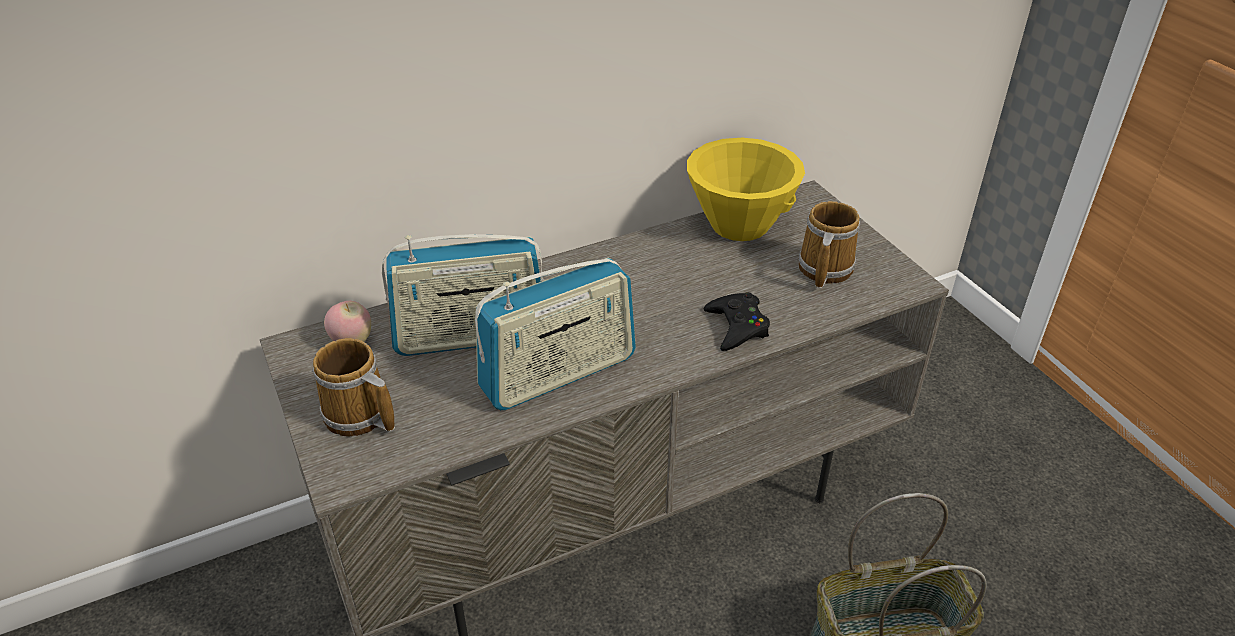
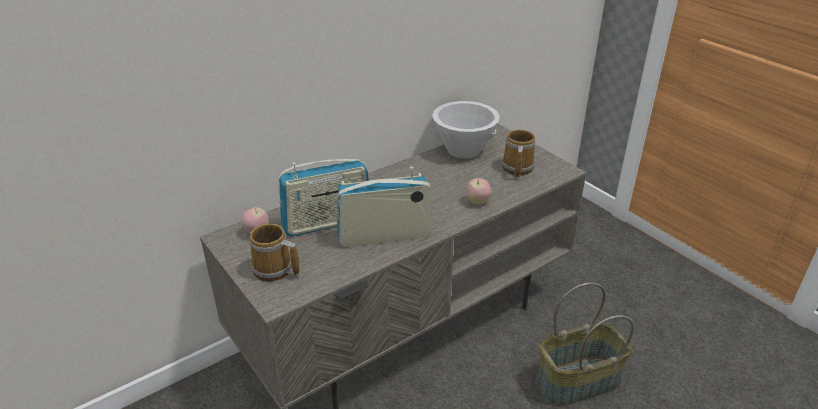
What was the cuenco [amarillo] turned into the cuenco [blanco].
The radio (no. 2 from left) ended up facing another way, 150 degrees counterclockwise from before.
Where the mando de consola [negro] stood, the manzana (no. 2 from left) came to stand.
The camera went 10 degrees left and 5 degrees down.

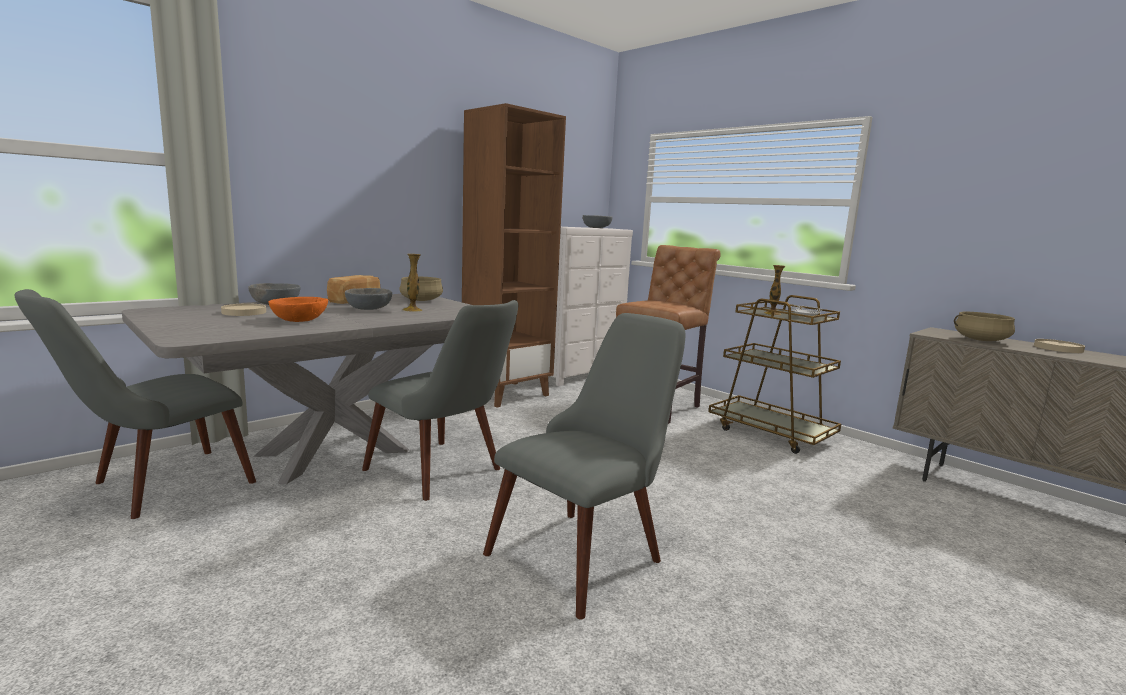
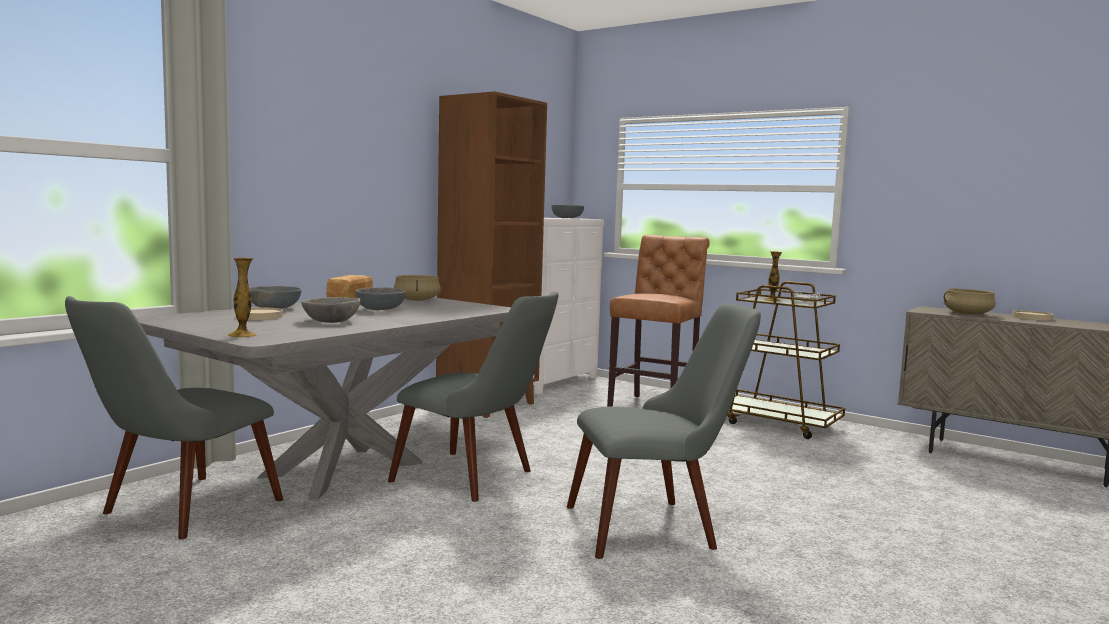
The florero (no. 1 from left) ended up elsewhere.
What was the cuenco [naranja] turned into the cuenco [gris] (no. 2 from left).
The silla [gris] (no. 3 from left) ended up facing another way, 45 degrees clockwise from before.
The camera went 10 degrees left and 5 degrees down.

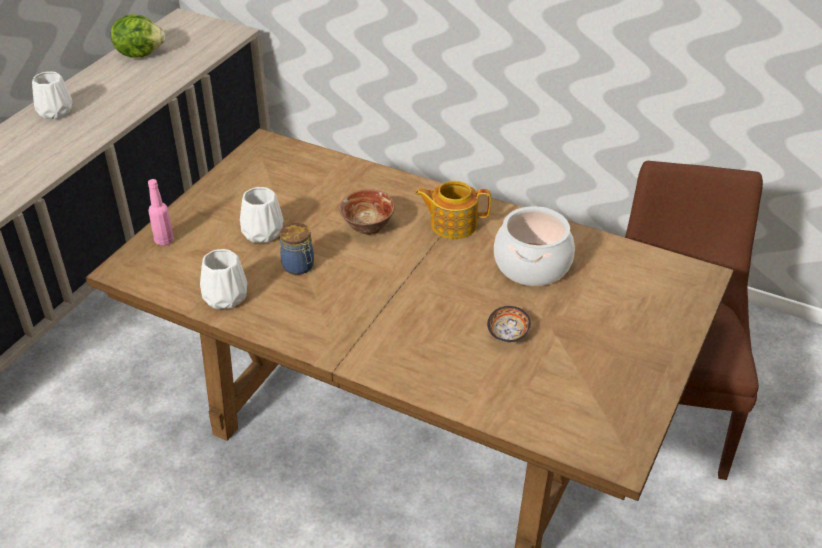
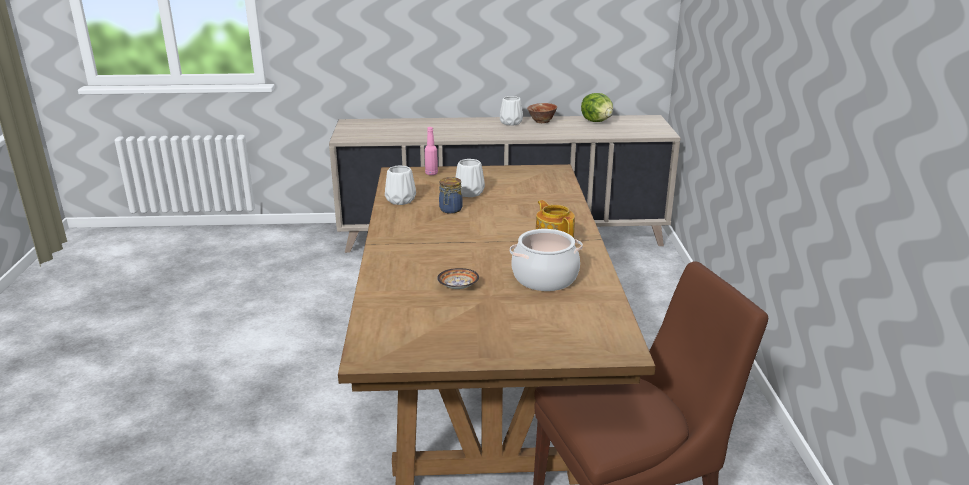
The cuenco (no. 1 from left in the first image) ended up elsewhere.
The camera went 60 degrees right and 15 degrees down.

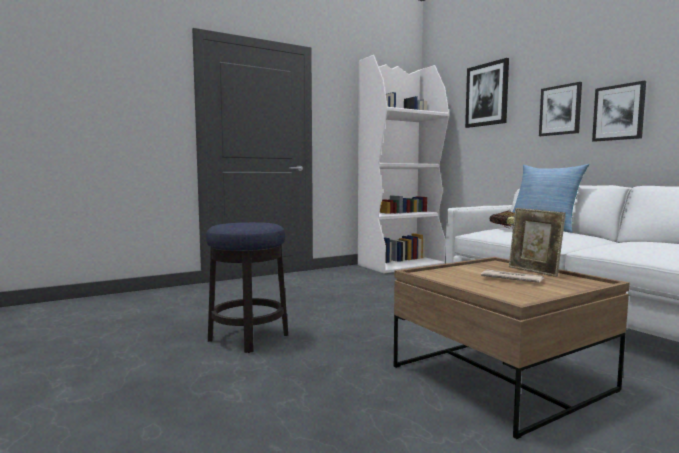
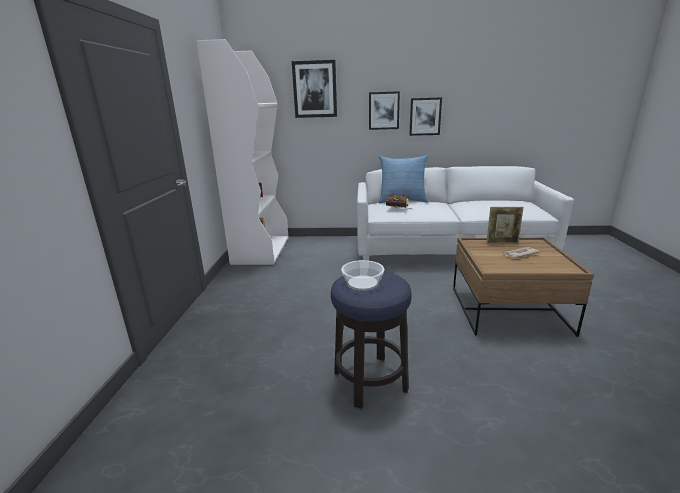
The second view gained the cuenco.
The camera went 55 degrees left and 15 degrees up.

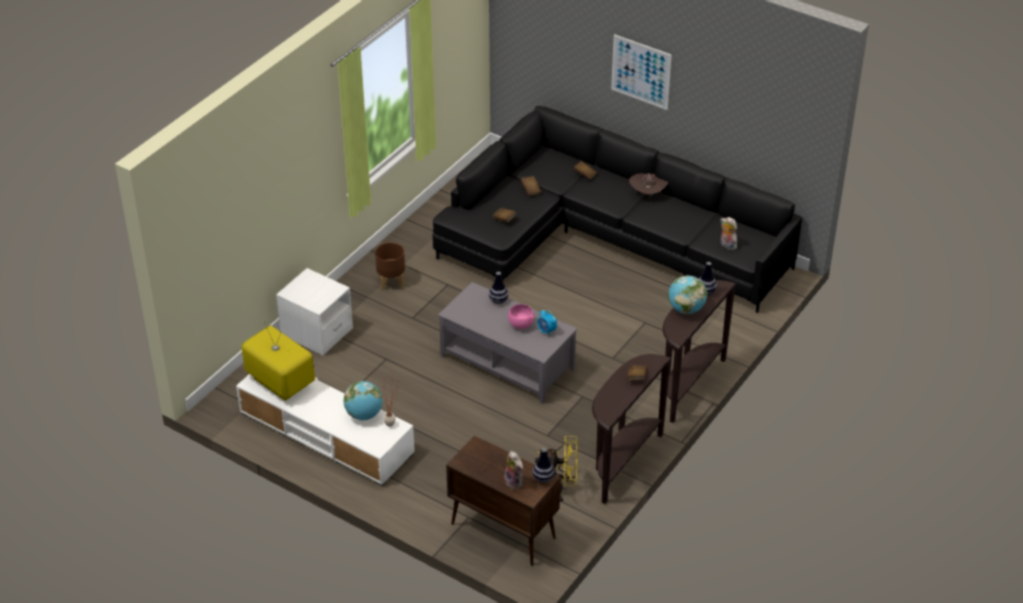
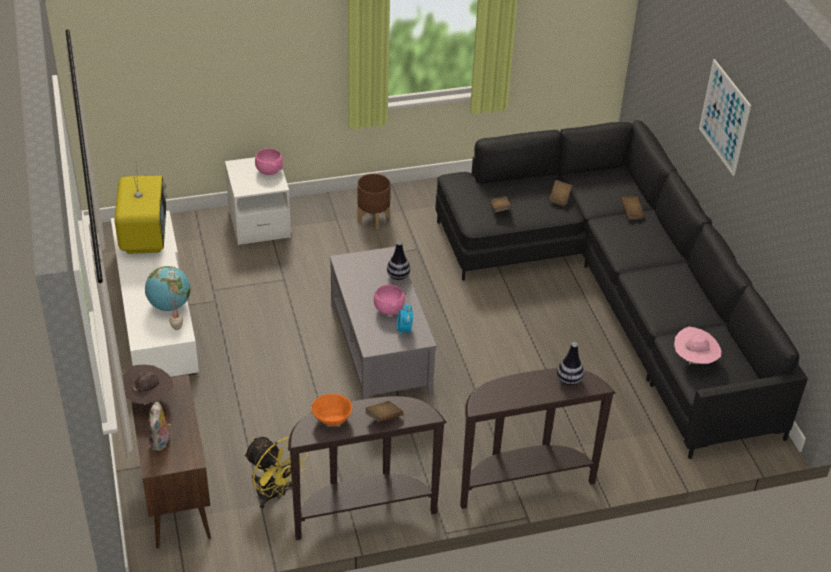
The sombrero [marrón] ended up elsewhere.
Where the peluche (no. 2 from left) stood, the sombrero [rosa] came to stand.
The second view lost the globo terráqueo (no. 2 from left).
The second view lost the florero (no. 2 from left).
The second view gained the cuenco [rosa] (no. 1 from left).
The second view gained the cuenco [naranja].
The camera went 40 degrees right and 0 degrees up.

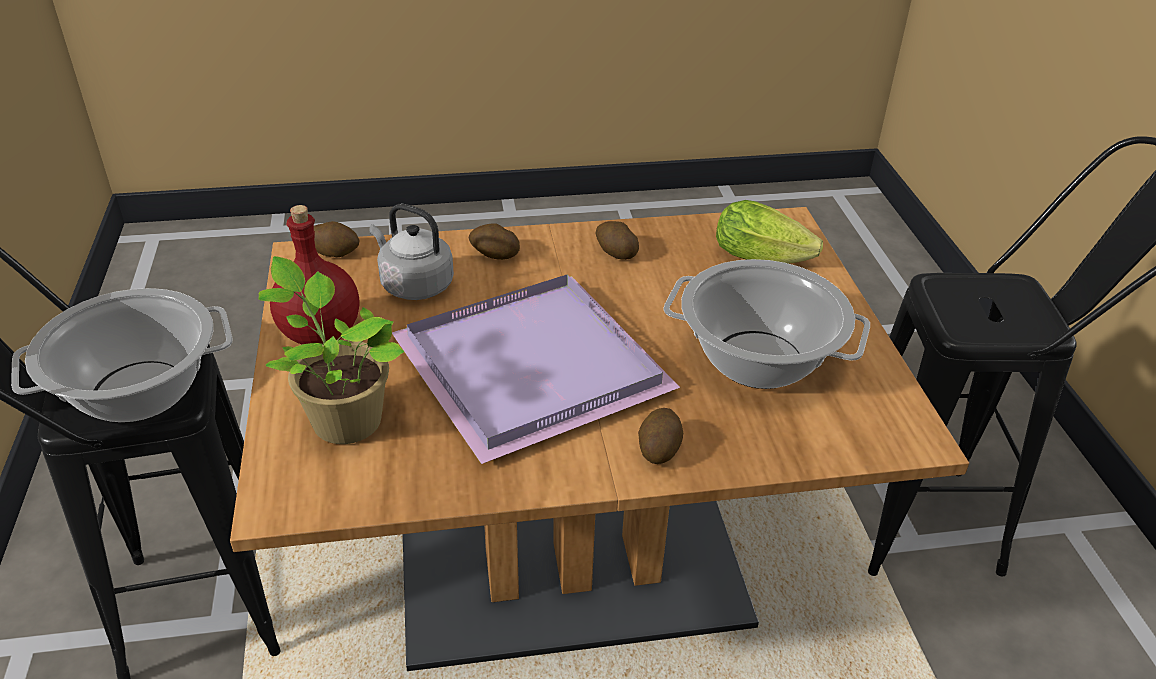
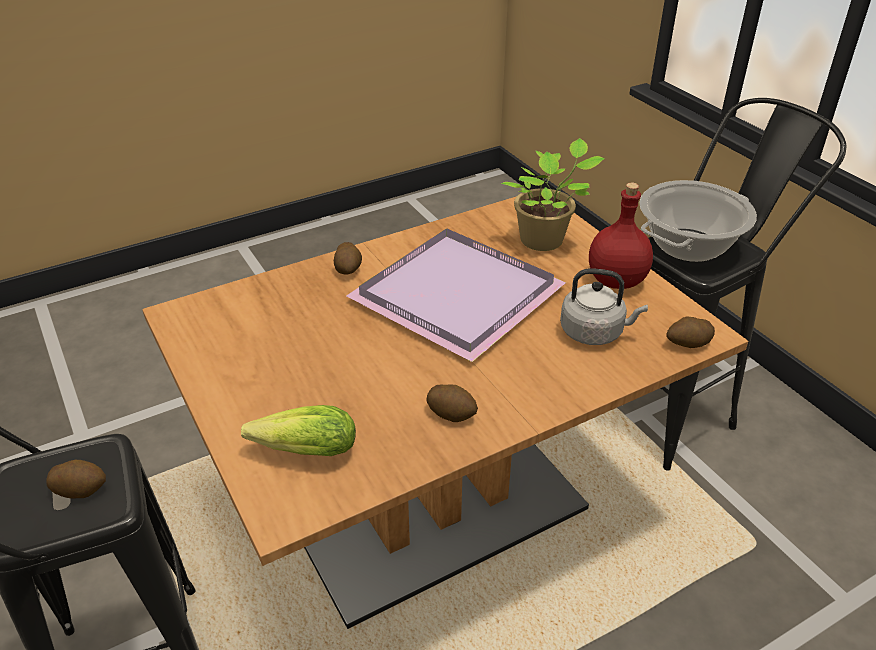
The patata (no. 2 from left in the first image) ended up elsewhere.
The second view lost the olla (no. 2 from left).
The camera went 160 degrees right and 0 degrees up.

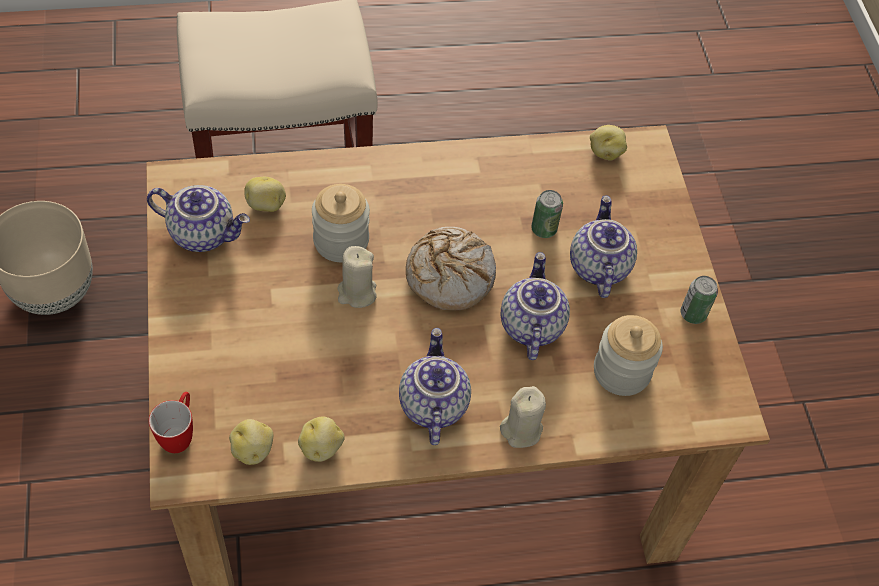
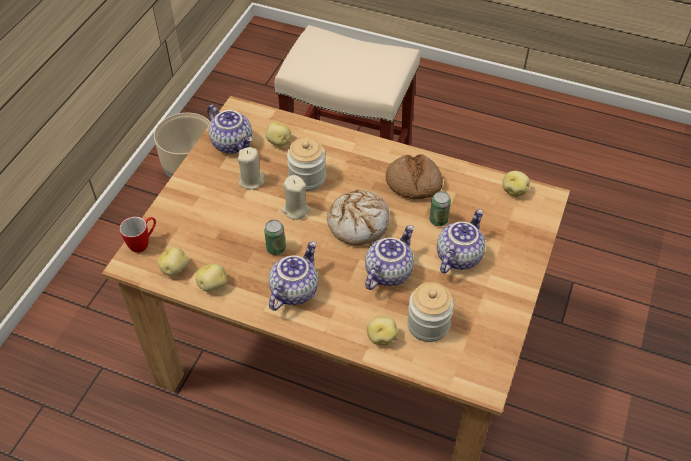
The lata (no. 2 from left in the first image) ended up elsewhere.
The vela [beis] (no. 2 from left in the first image) ended up elsewhere.
The second view gained the pan (no. 2 from left).
The second view gained the patata (no. 4 from left).
The camera went 35 degrees right and 5 degrees down.

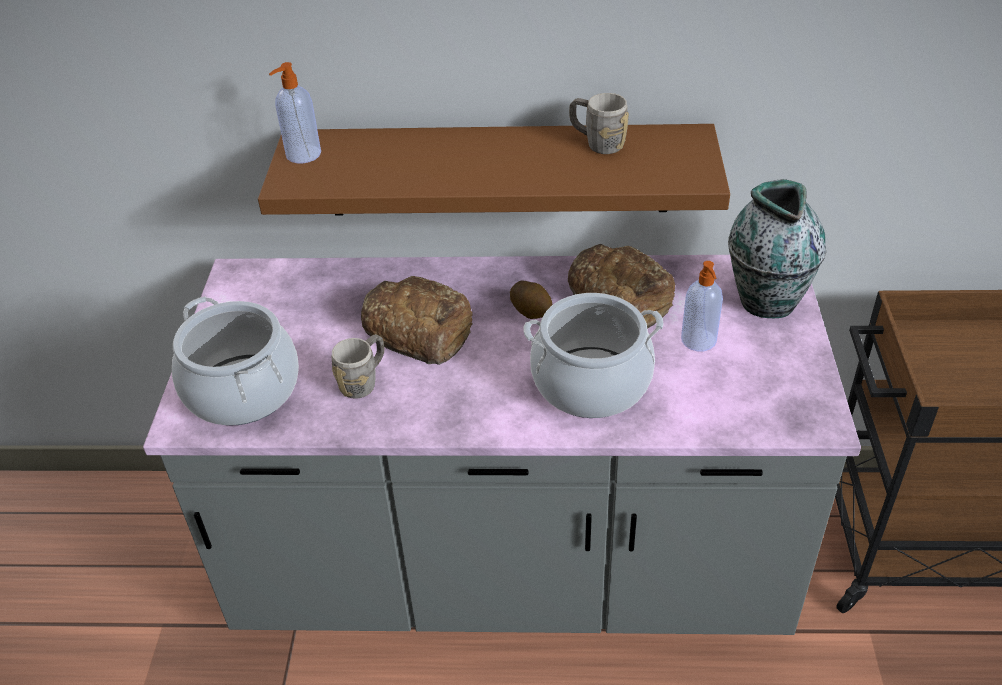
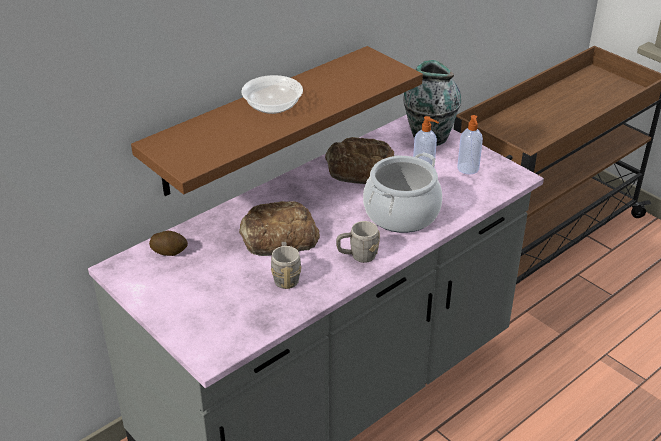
The dispensador de jabón (no. 1 from left in the first image) ended up elsewhere.
The taza grande [gris] (no. 2 from left) ended up elsewhere.
The patata ended up elsewhere.
The second view lost the olla (no. 1 from left).
The second view gained the cuenco.
The camera went 45 degrees left and 5 degrees down.

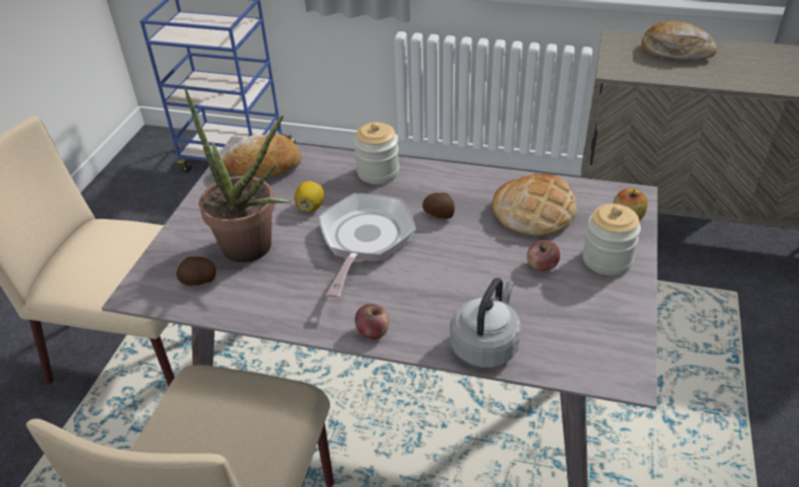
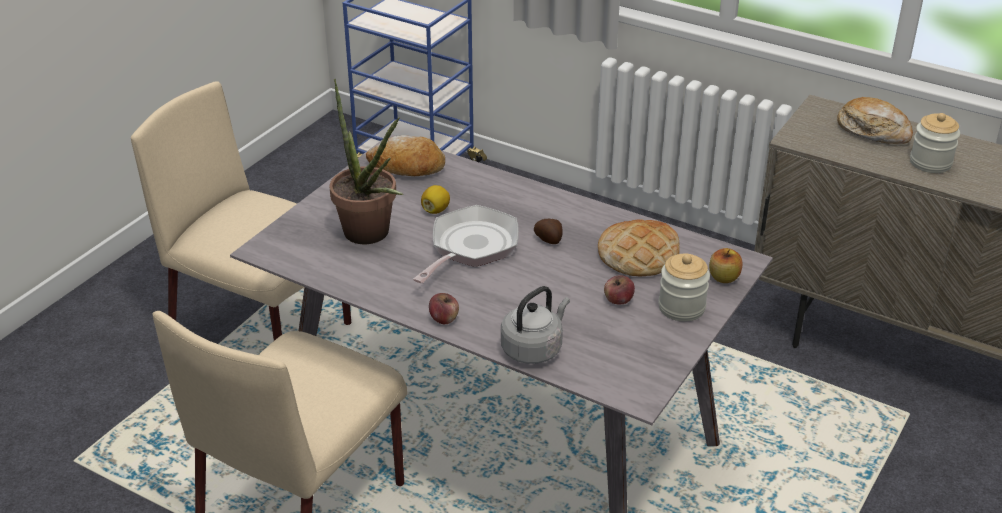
The tarro (no. 1 from left in the first image) ended up elsewhere.
The second view lost the patata (no. 1 from left).
The camera went 15 degrees right and 5 degrees down.

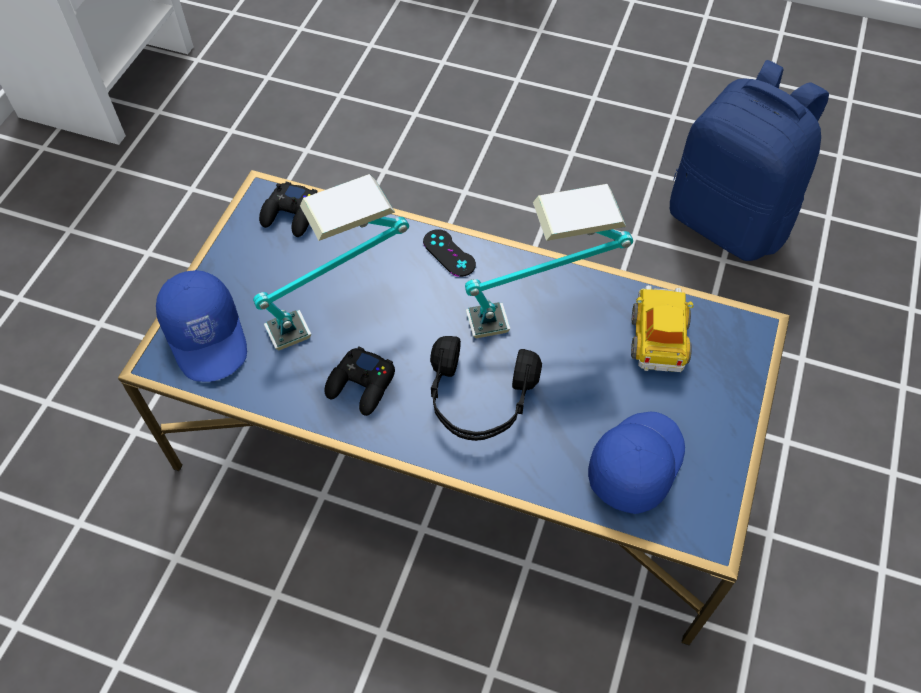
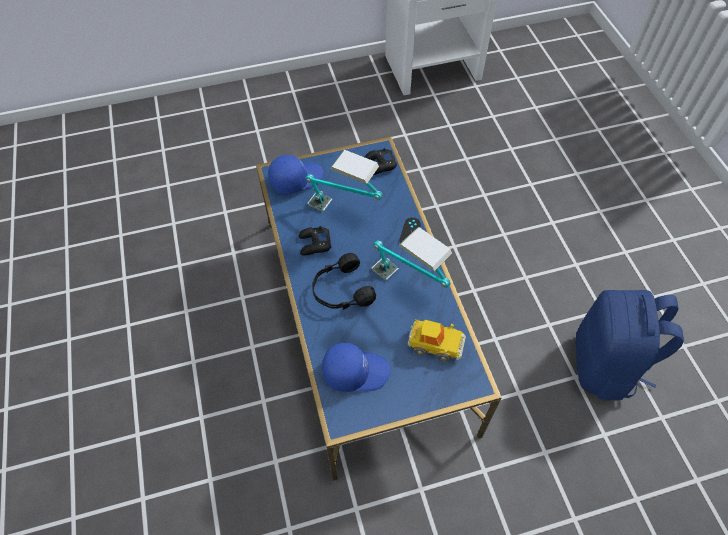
The gorra [azul] (no. 1 from left) ended up facing another way, 150 degrees counterclockwise from before.
The coche de juguete ended up facing another way, 45 degrees clockwise from before.
The camera went 55 degrees right and 0 degrees up.

